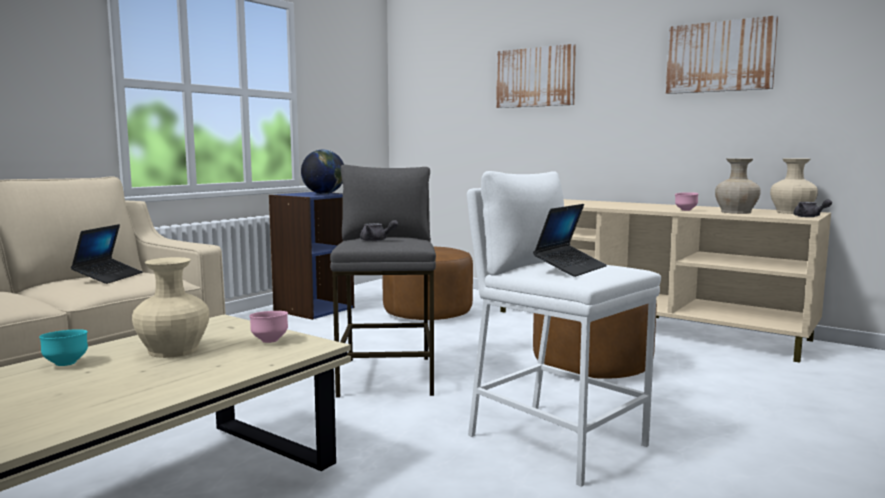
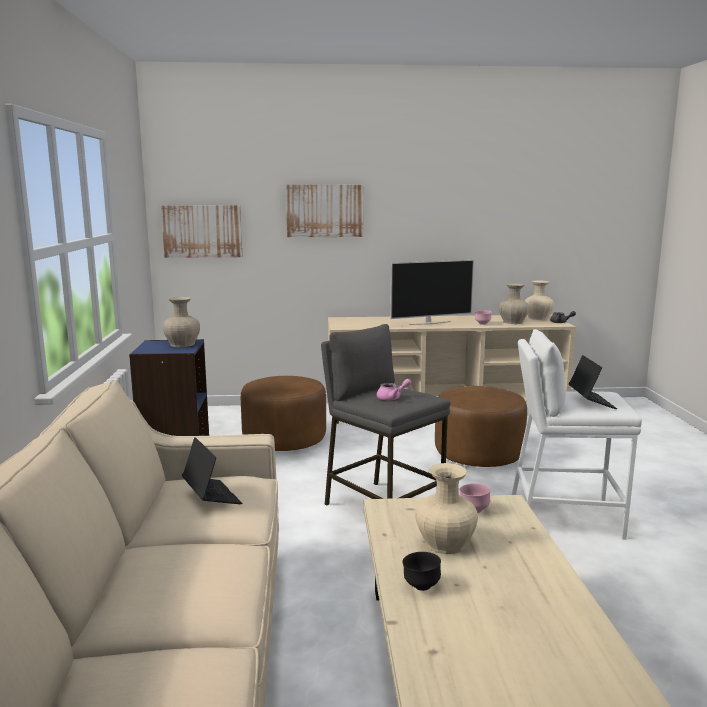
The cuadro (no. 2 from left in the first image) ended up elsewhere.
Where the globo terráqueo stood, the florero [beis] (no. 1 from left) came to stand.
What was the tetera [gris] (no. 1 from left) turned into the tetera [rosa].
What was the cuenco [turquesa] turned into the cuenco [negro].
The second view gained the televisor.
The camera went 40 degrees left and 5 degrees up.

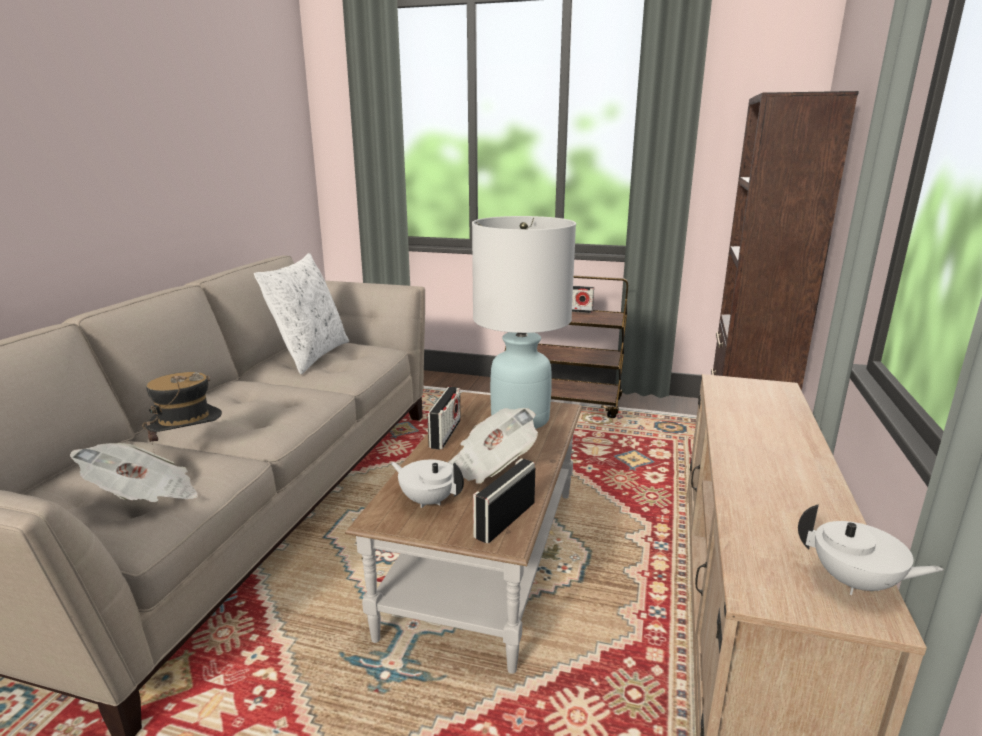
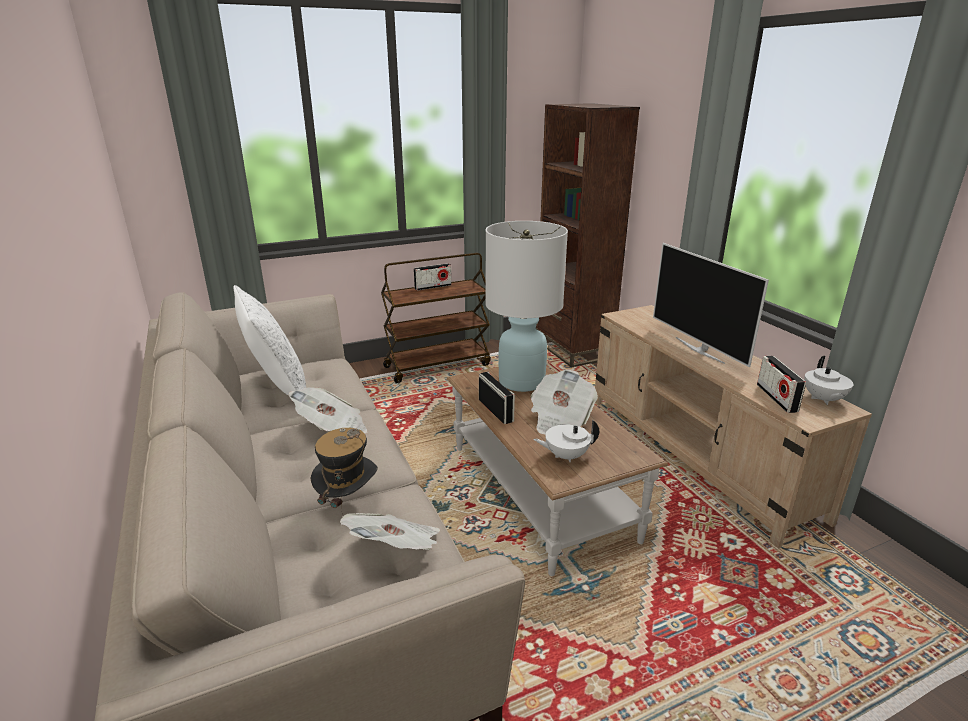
The radio (no. 2 from left in the first image) ended up elsewhere.
The tetera [blanco] (no. 2 from left) ended up facing another way, 105 degrees clockwise from before.
The second view gained the televisor.
The second view gained the periódico (no. 1 from left).
The camera went 40 degrees left and 5 degrees up.

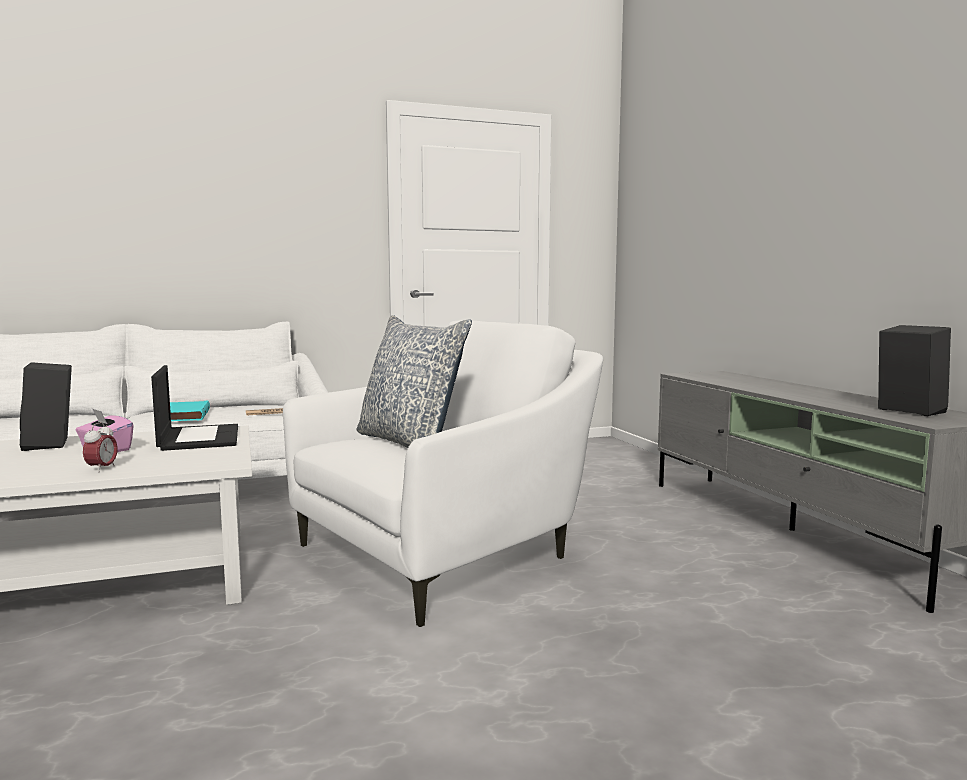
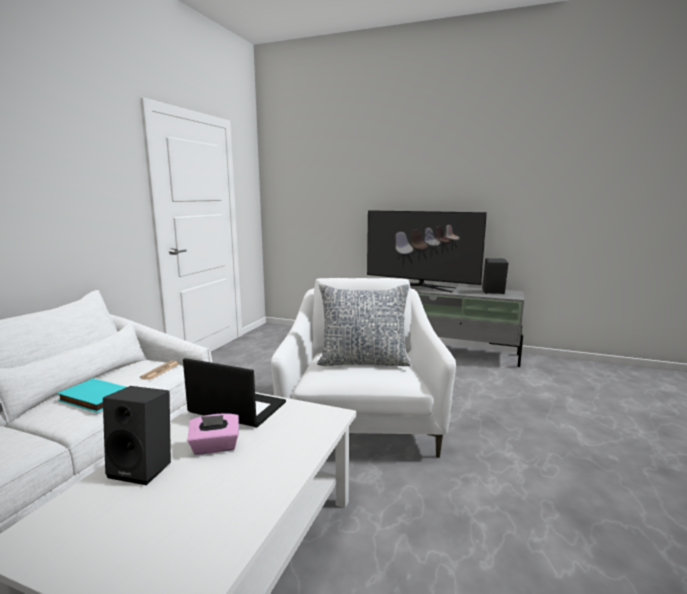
The second view lost the despertador.
The second view gained the televisor.
The camera went 50 degrees left and 5 degrees up.

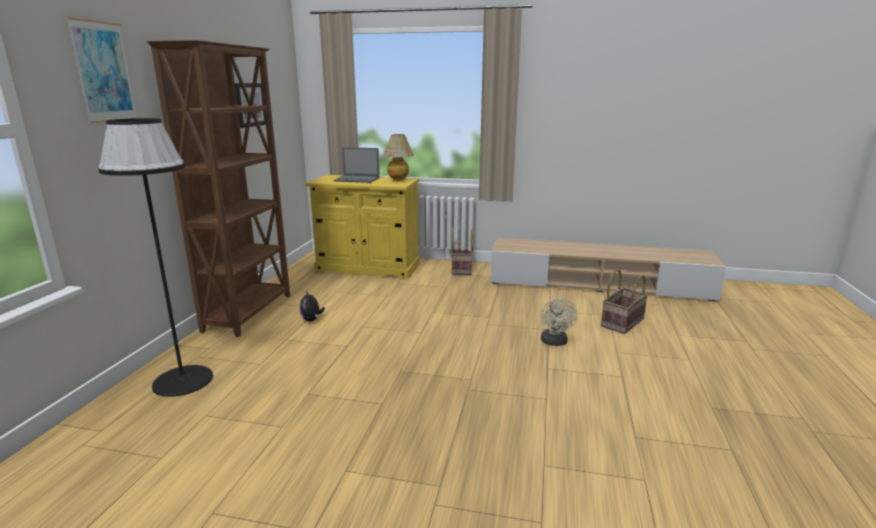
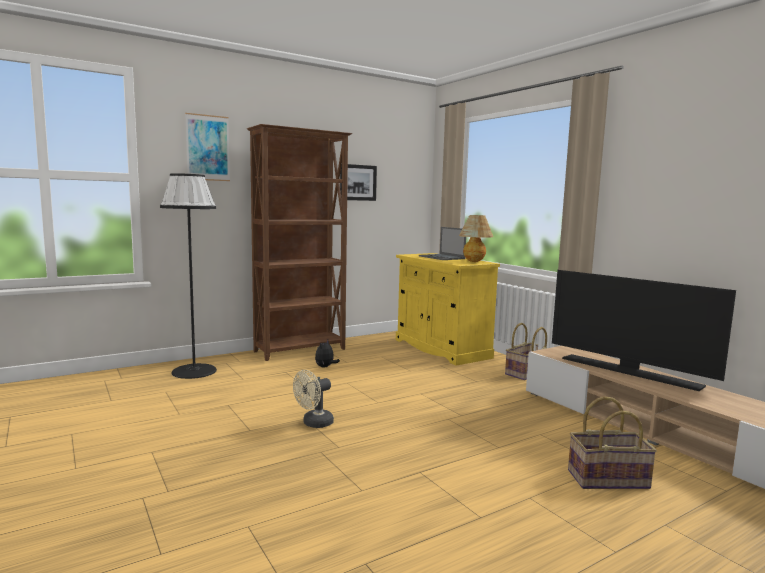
The ventilador [beis] ended up elsewhere.
The second view gained the televisor.
The camera went 45 degrees right and 10 degrees down.

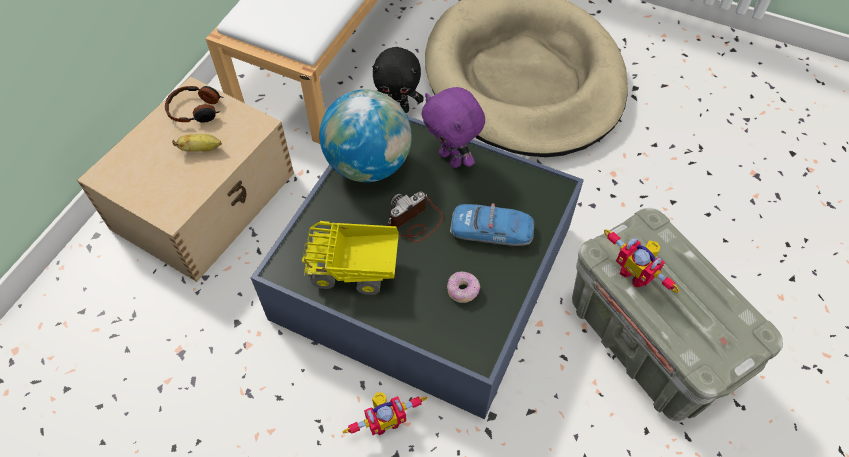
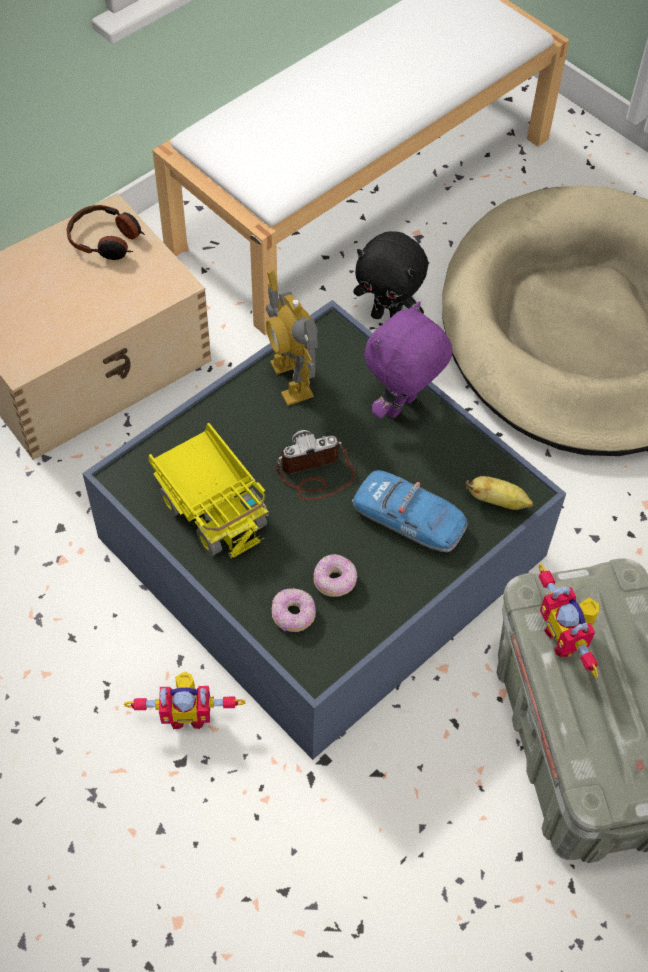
The peluche [morado] ended up facing another way, 60 degrees clockwise from before.
Where the globo terráqueo stood, the robot de juguete (no. 2 from left) came to stand.
The plátano ended up elsewhere.
The camión de juguete ended up facing another way, 150 degrees counterclockwise from before.
The second view gained the rosquilla (no. 1 from left).
The camera went 20 degrees right and 0 degrees up.

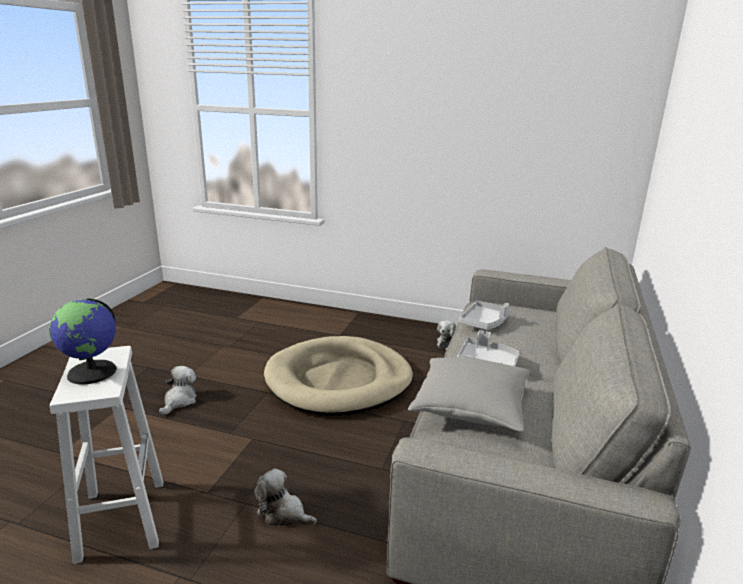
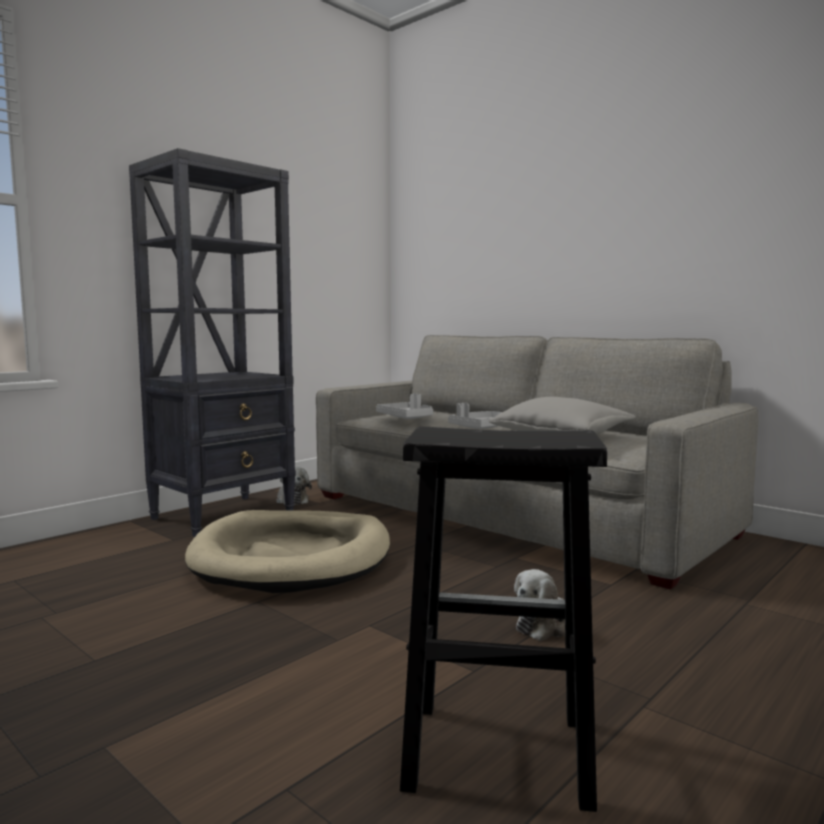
The second view lost the globo terráqueo.
What was the taburete [blanco] turned into the taburete [negro].
The second view lost the peluche (no. 1 from left).
The second view gained the estantería [negro].
The camera went 65 degrees left and 15 degrees down.

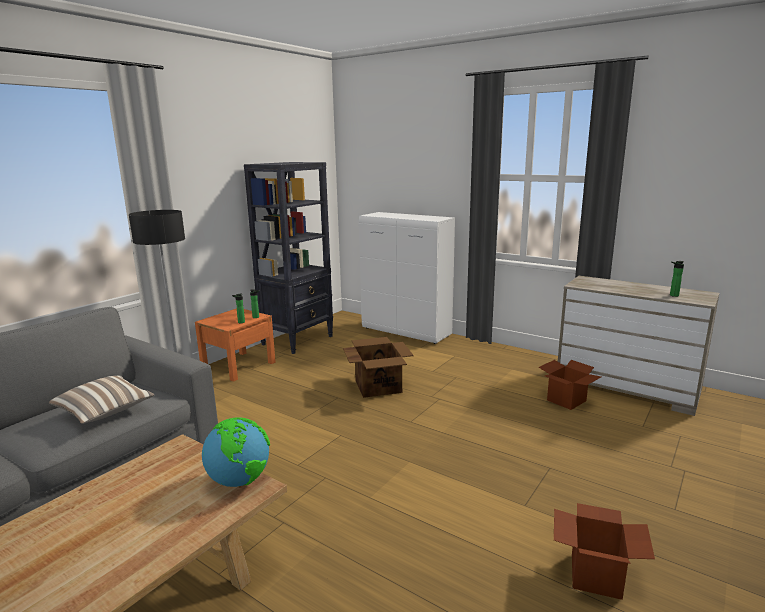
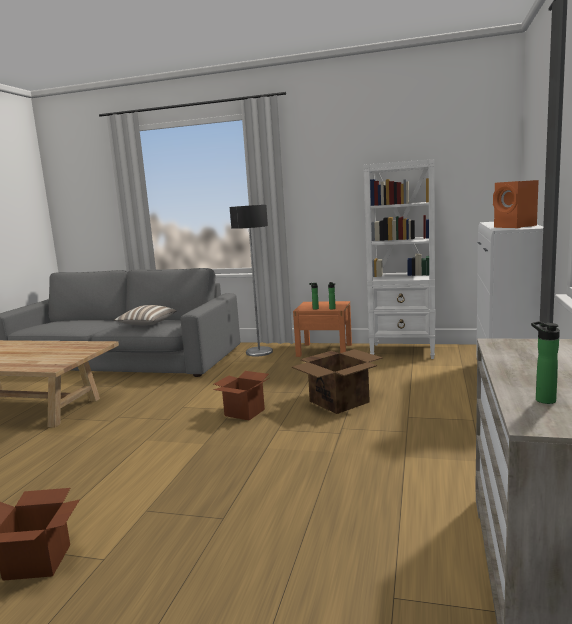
What was the estantería [negro] turned into the estantería [blanco].
The caja de cartón (no. 2 from left) ended up elsewhere.
The second view lost the globo terráqueo.
The second view gained the altavoz [naranja].
The camera went 70 degrees right and 5 degrees down.

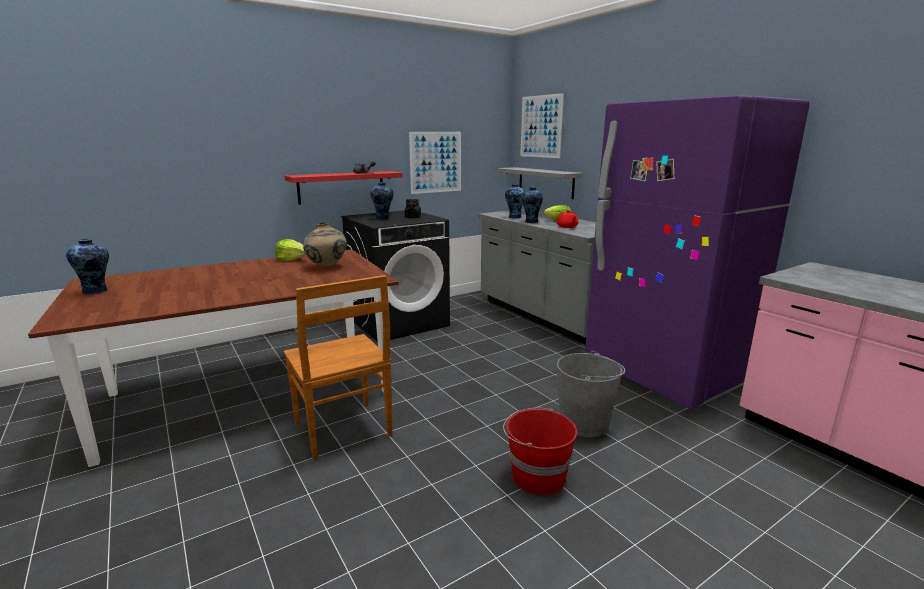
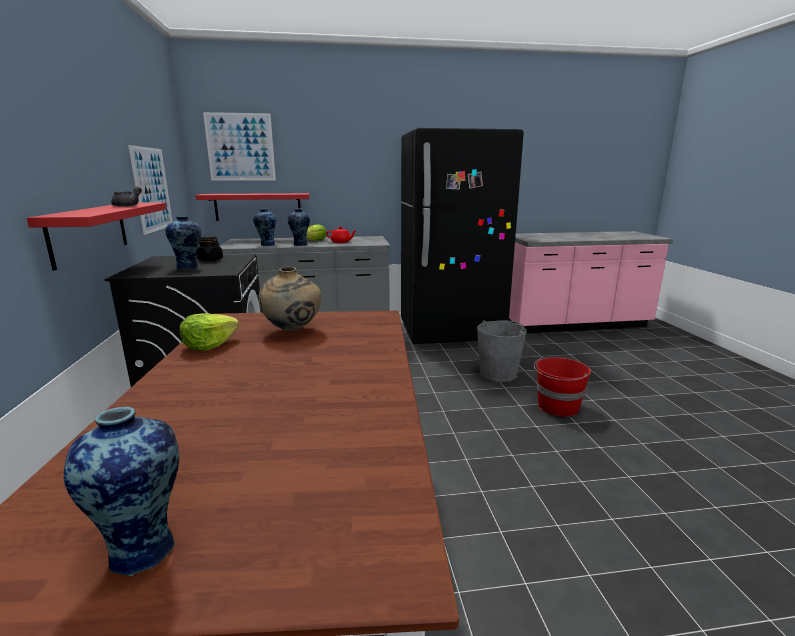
What was the nevera [morado] turned into the nevera [negro].
What was the estante [gris] turned into the estante [rojo] (no. 2 from left).
The second view lost the silla [marrón].
The camera went 65 degrees left and 0 degrees up.

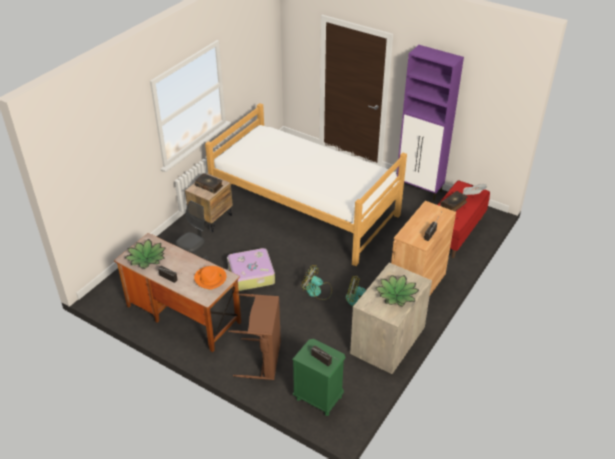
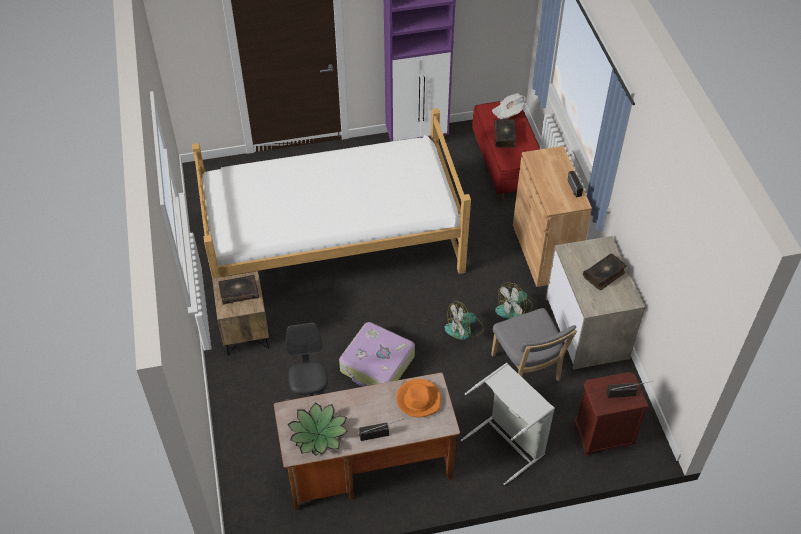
Where the planta en maceta (no. 2 from left) stood, the libro (no. 3 from left) came to stand.
What was the cesto de la ropa [marrón] turned into the cesto de la ropa [gris].
What was the mesita de noche [verde] turned into the mesita de noche [marrón] (no. 2 from left).
The second view gained the silla [gris].
The camera went 45 degrees left and 10 degrees up.

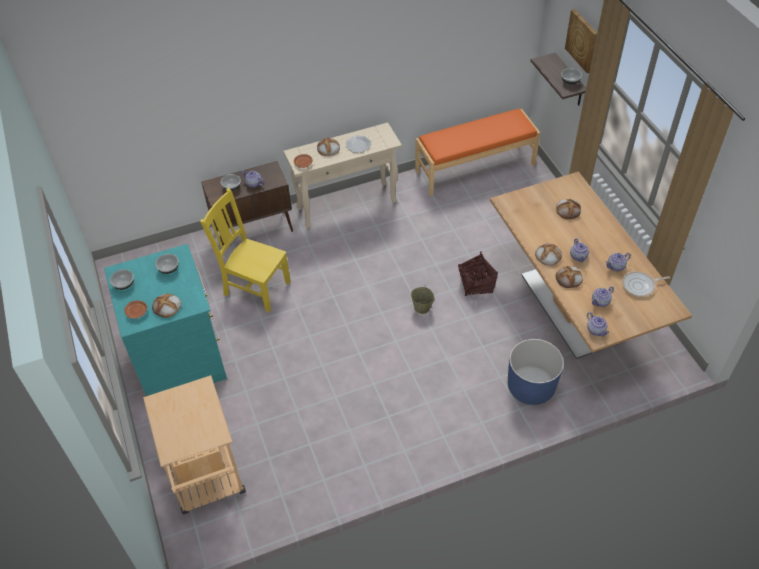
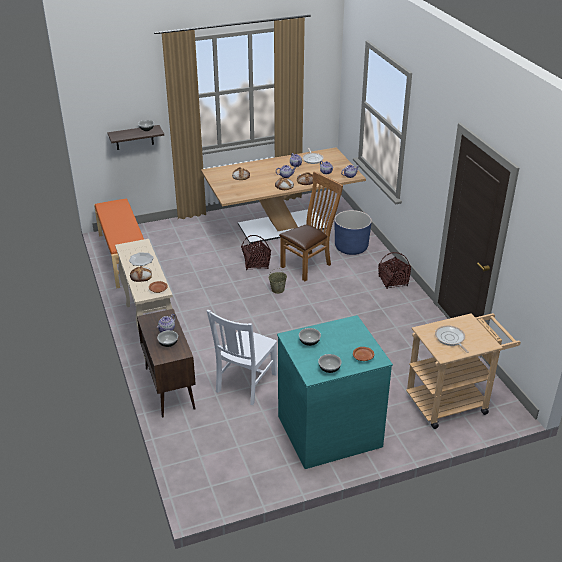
The second view lost the cuadro.
What was the silla [amarillo] turned into the silla [blanco].
The second view lost the pan (no. 1 from left).
The second view gained the silla [marrón].
The second view gained the cesta (no. 2 from left).
The second view gained the sartén (no. 2 from left).
The camera went 90 degrees left and 15 degrees down.

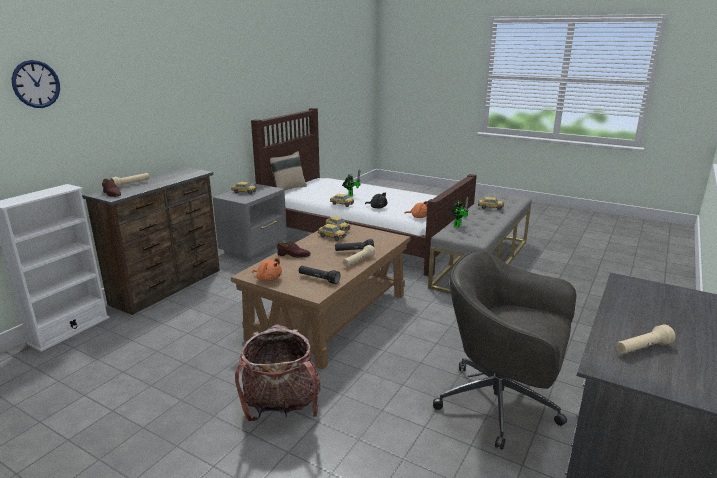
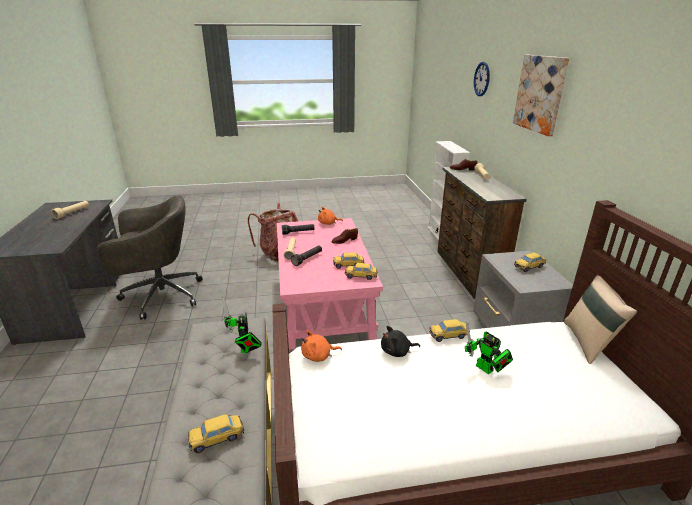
What was the mesa de centro [marrón] turned into the mesa de centro [rosa].
The second view gained the cuadro.
The camera went 140 degrees right and 5 degrees up.

